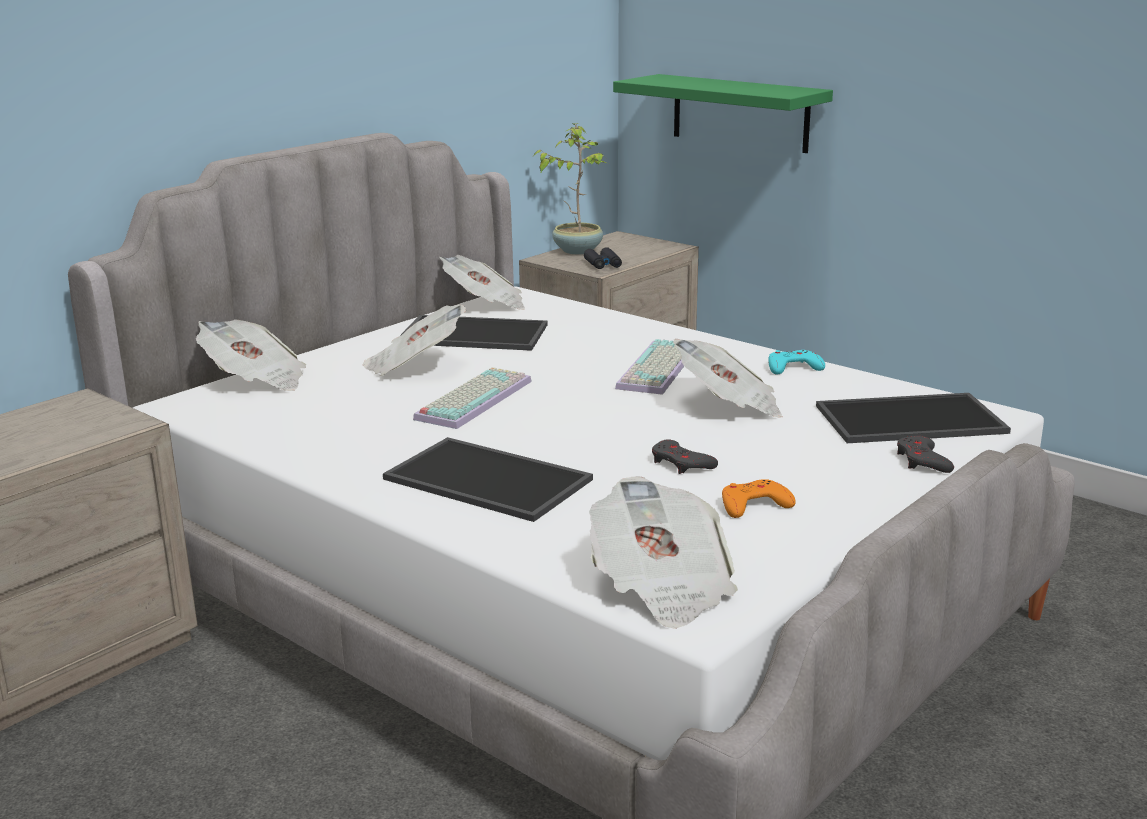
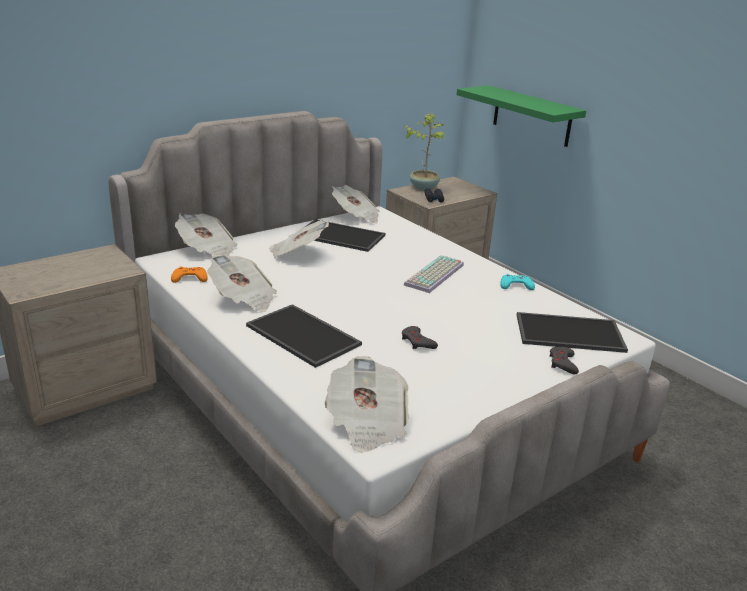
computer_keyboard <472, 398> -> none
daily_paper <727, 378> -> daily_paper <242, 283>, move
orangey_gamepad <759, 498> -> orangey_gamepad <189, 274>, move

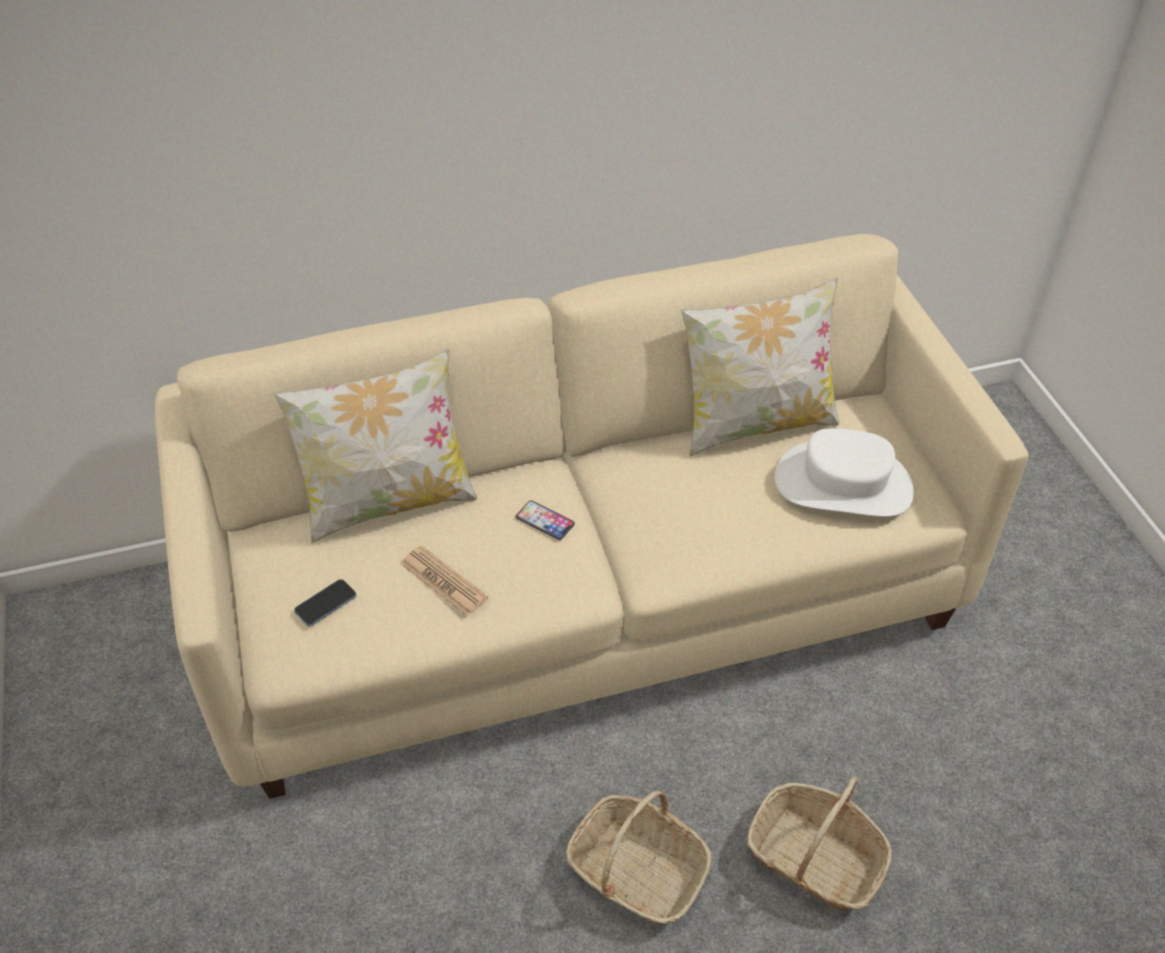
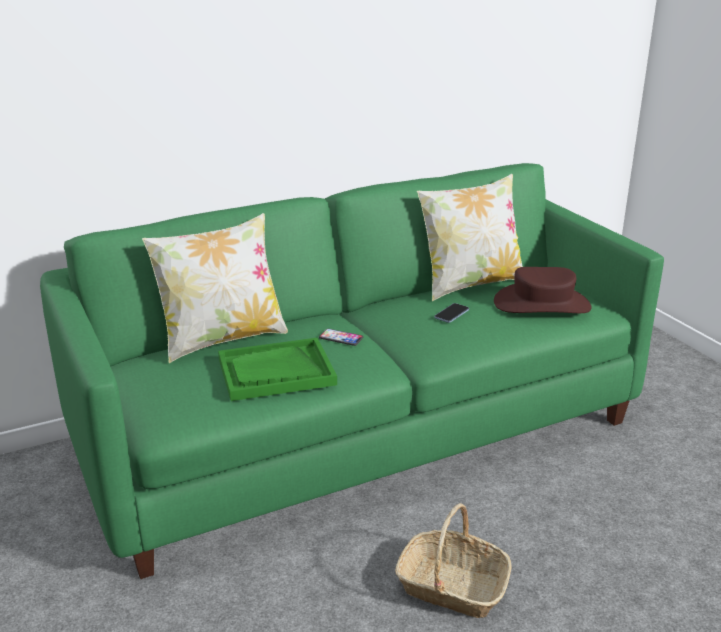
storage_basket <819, 843> -> none
phone <325, 603> -> phone <452, 313>, move
daily_paper <444, 580> -> green_tray <277, 369>
sand-coloured_sofa <592, 516> -> green_sofa <352, 371>
white-coloured_wearable_hat <844, 472> -> brownish_wearable_hat <543, 290>

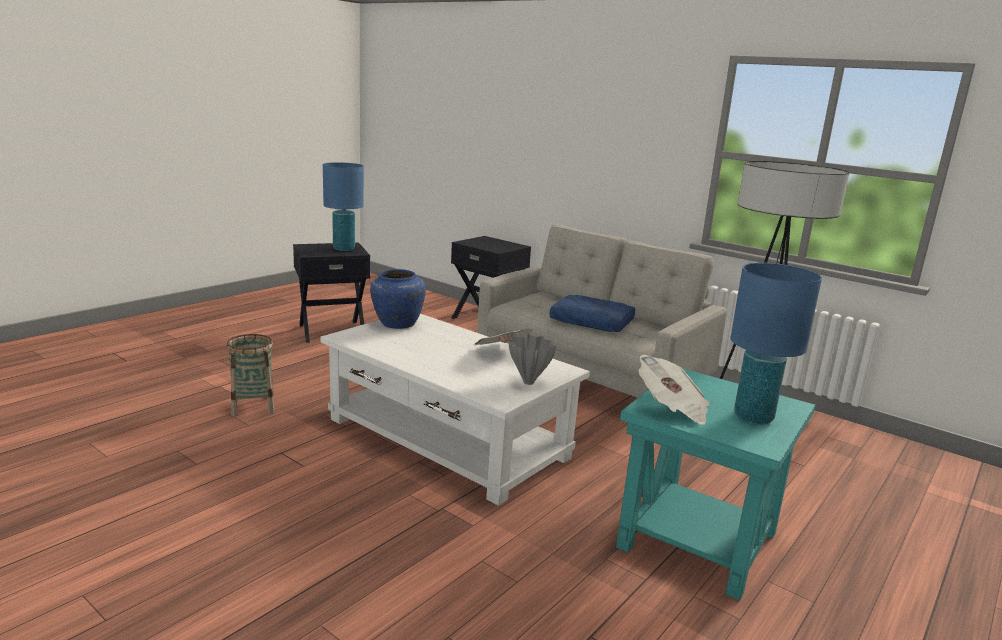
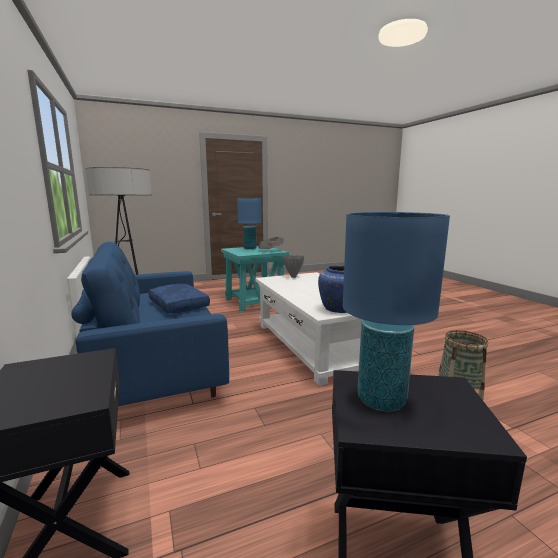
daily_paper <504, 337> -> none
gray_sofa <602, 311> -> blue-coloured_sofa <150, 324>

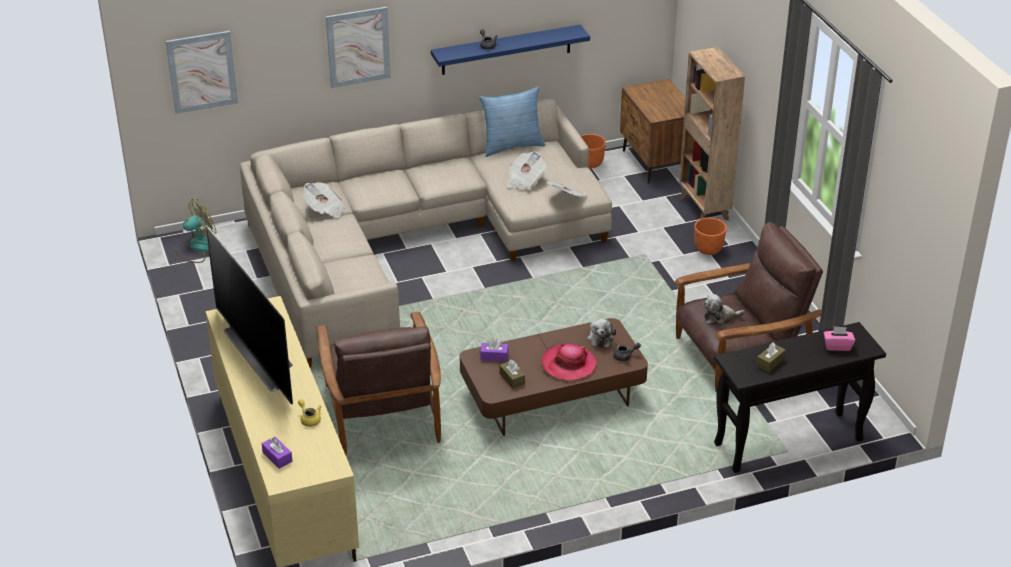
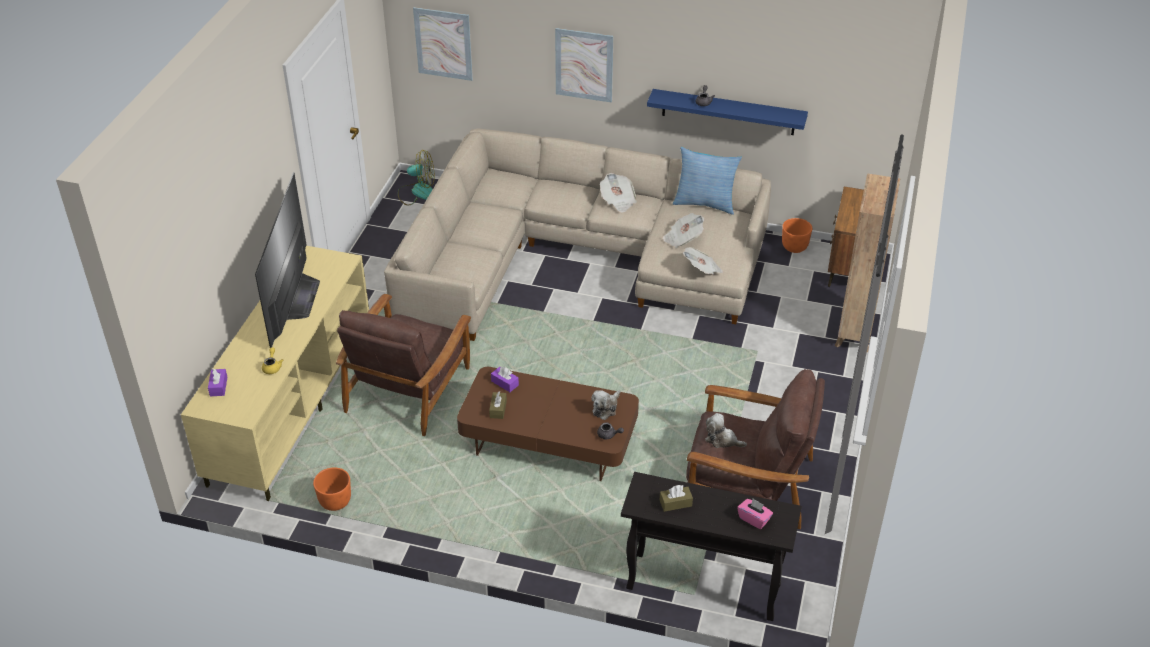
wearable_hat <569, 362> -> none
daily_paper <324, 200> -> daily_paper <618, 193>, move
orangey_flower_pot <710, 236> -> orangey_flower_pot <332, 489>, move

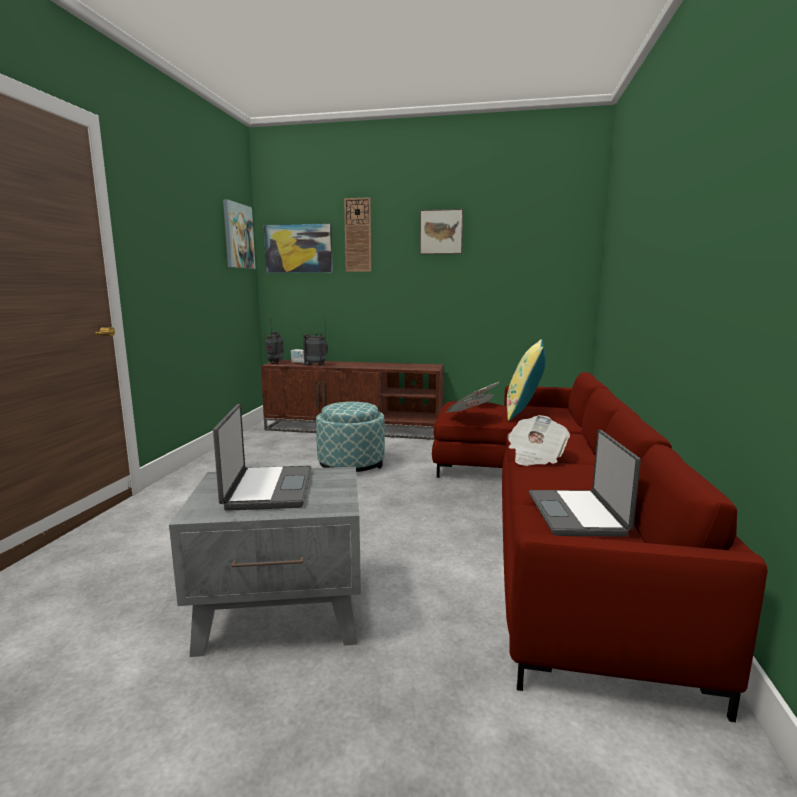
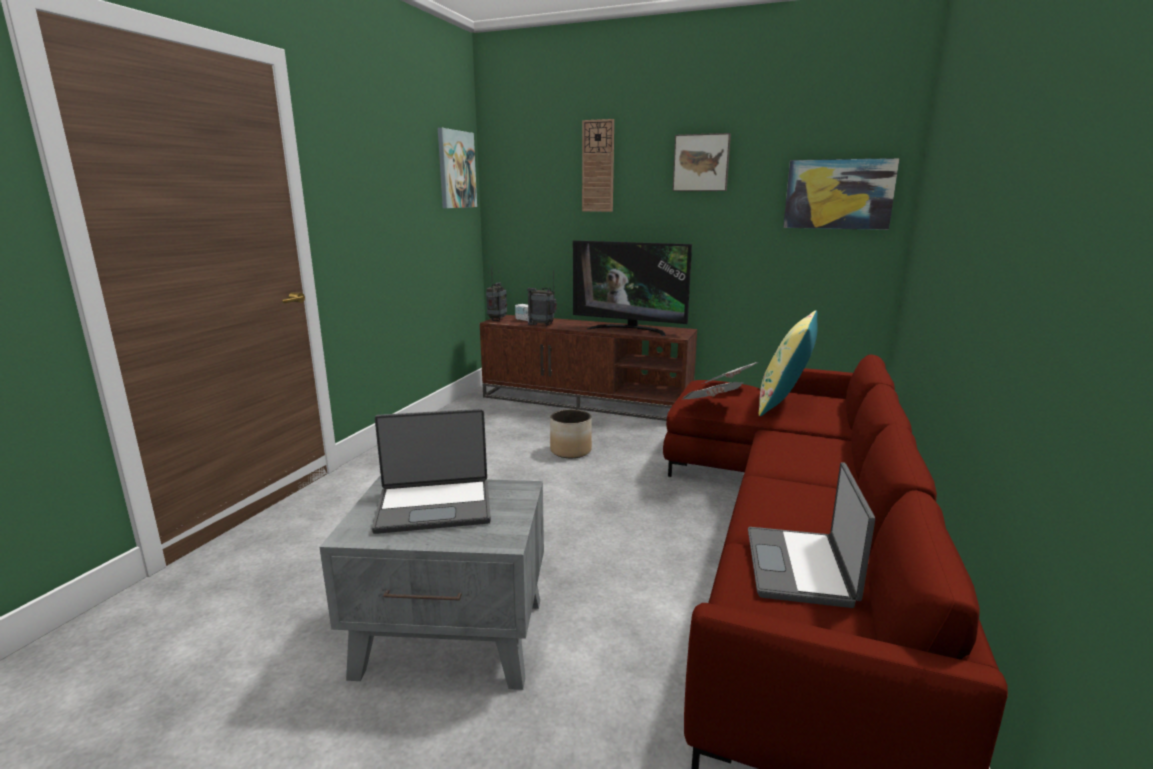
daily_paper <539, 440> -> none
none -> TV <632, 288>
wall_picture <298, 248> -> wall_picture <841, 194>, move
footrest <350, 437> -> flower_pot <571, 433>
portable_computer <262, 457> -> portable_computer <431, 471>, 75 degrees clockwise

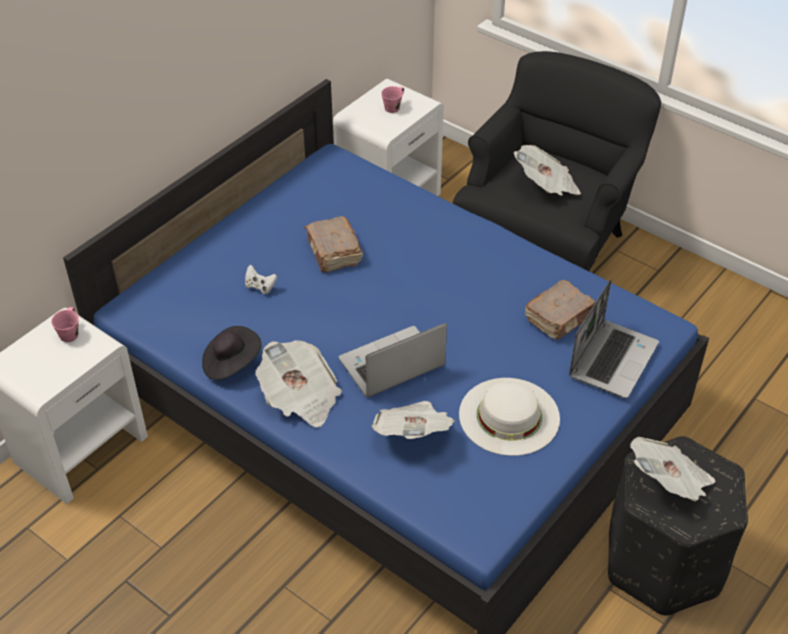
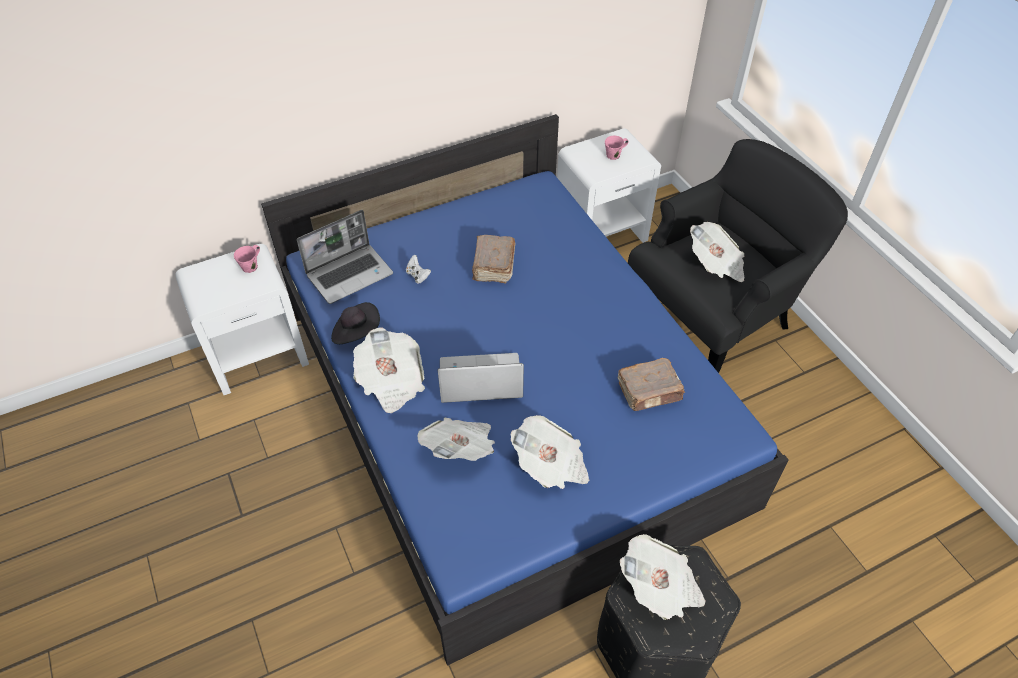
portable_computer <614, 338> -> portable_computer <345, 257>, move
white-coloured_wearable_hat <509, 417> -> daily_paper <550, 452>

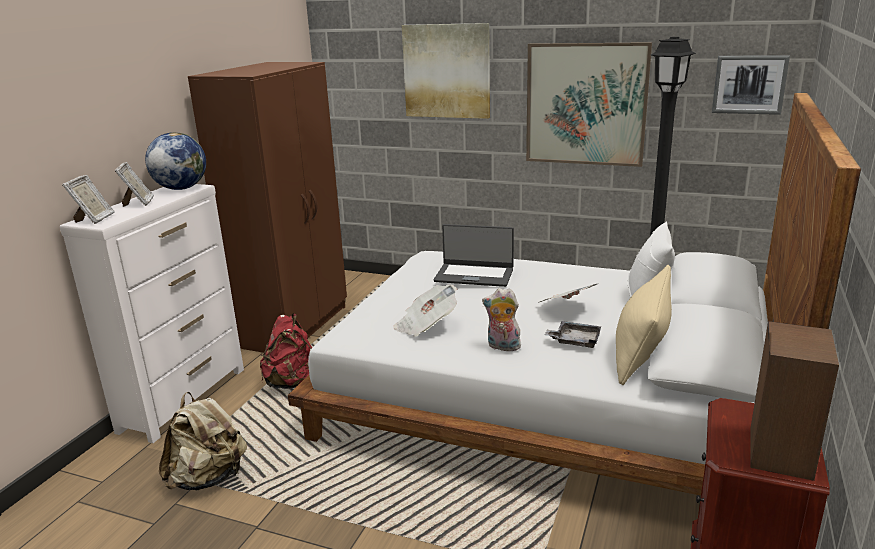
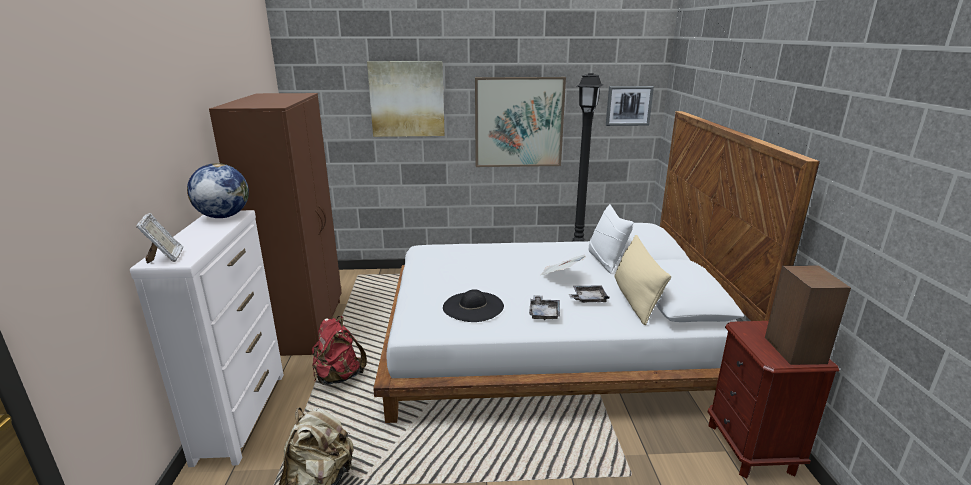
standing_frame <134, 184> -> none
portable_computer <474, 255> -> none
daily_paper <425, 311> -> black_wearable_hat <473, 305>
soft_toy <501, 319> -> gray_tray <544, 307>

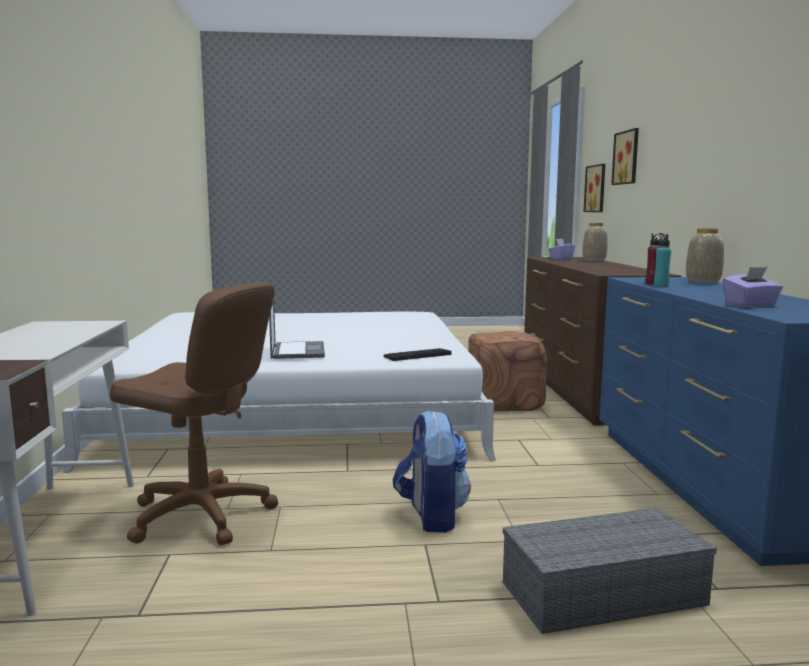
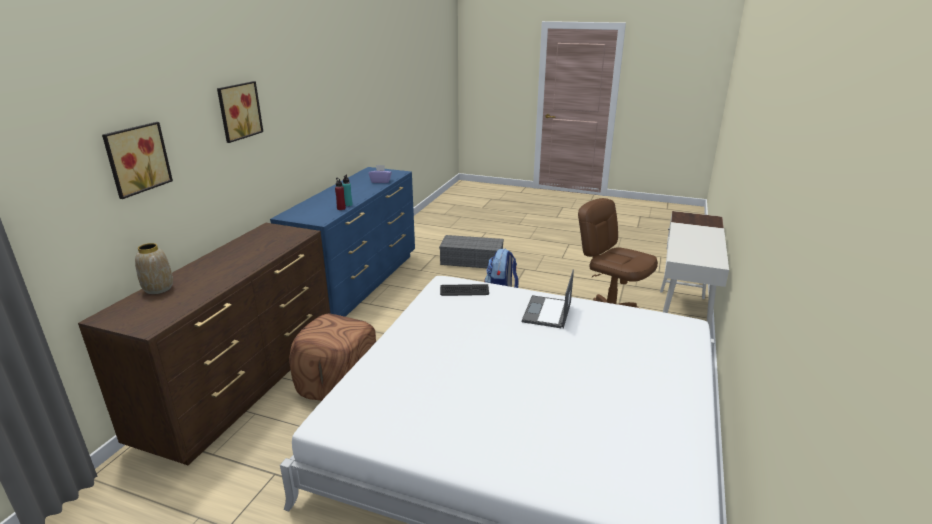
purple-coloured_tissue_box <561, 249> -> none
flower_vase <705, 256> -> none
wall_picture <594, 188> -> wall_picture <240, 112>, move

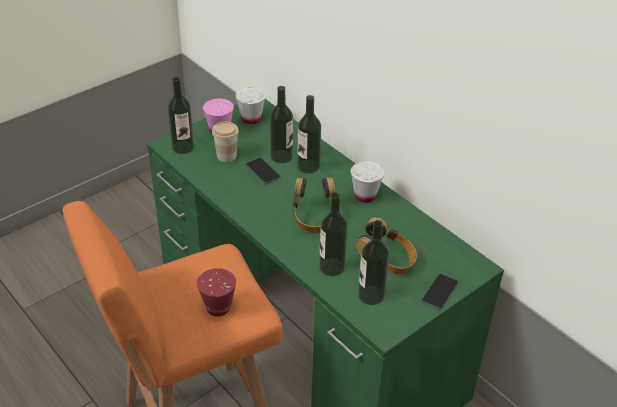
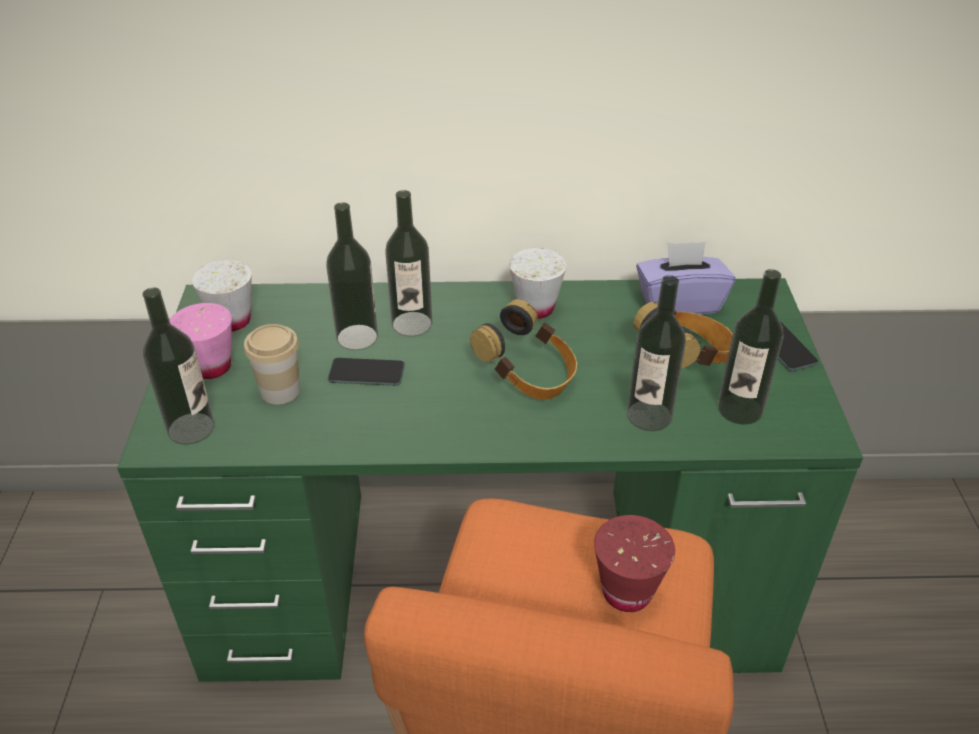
none -> purple-coloured_tissue_box <685, 278>

